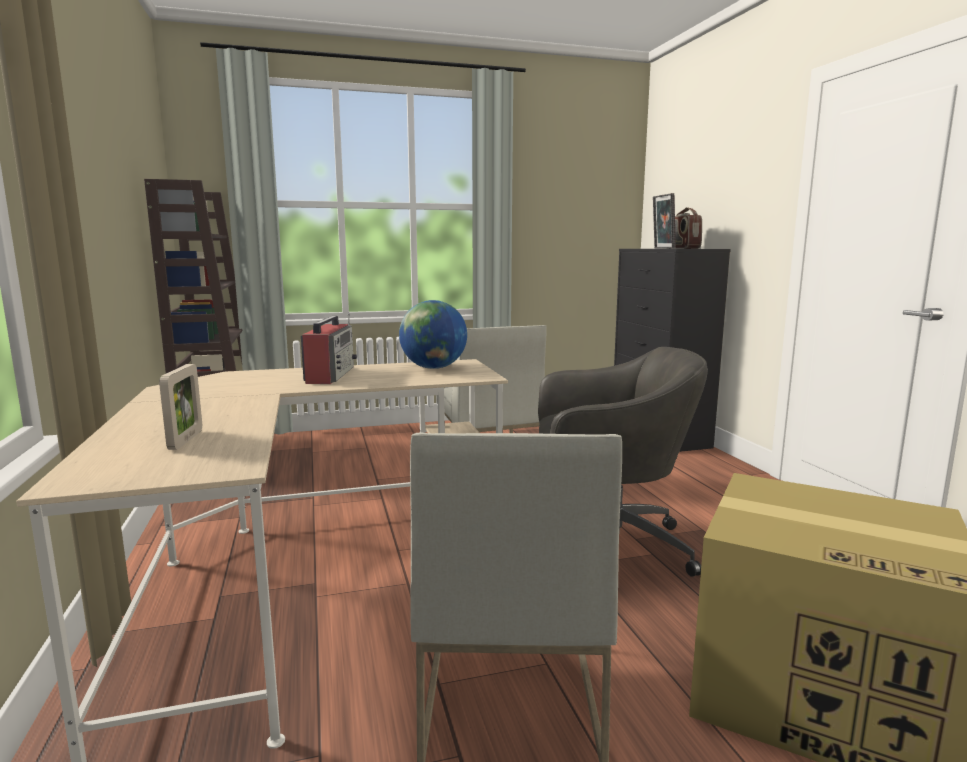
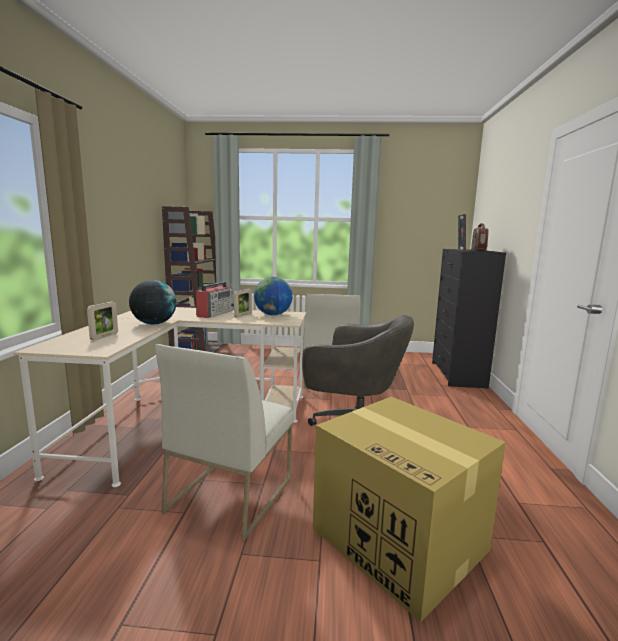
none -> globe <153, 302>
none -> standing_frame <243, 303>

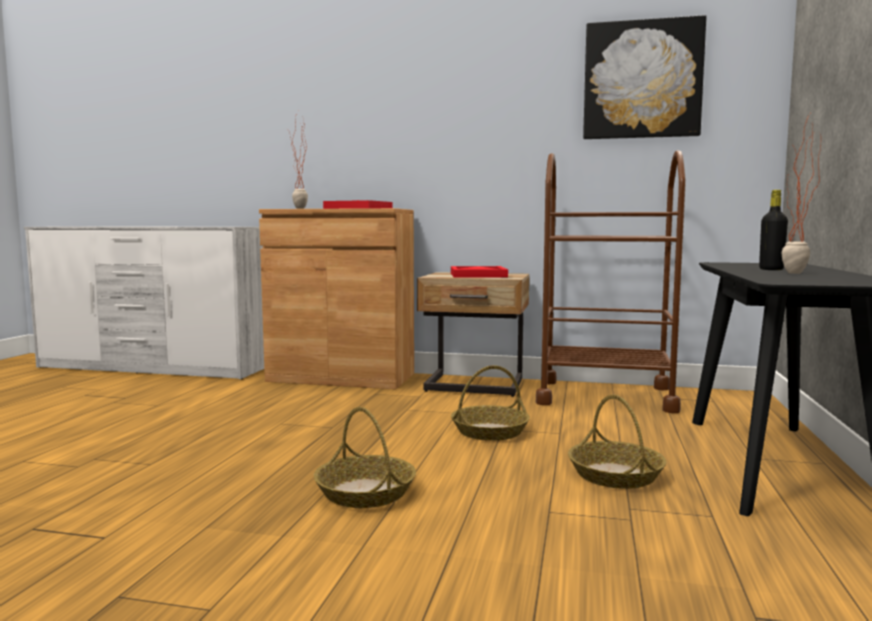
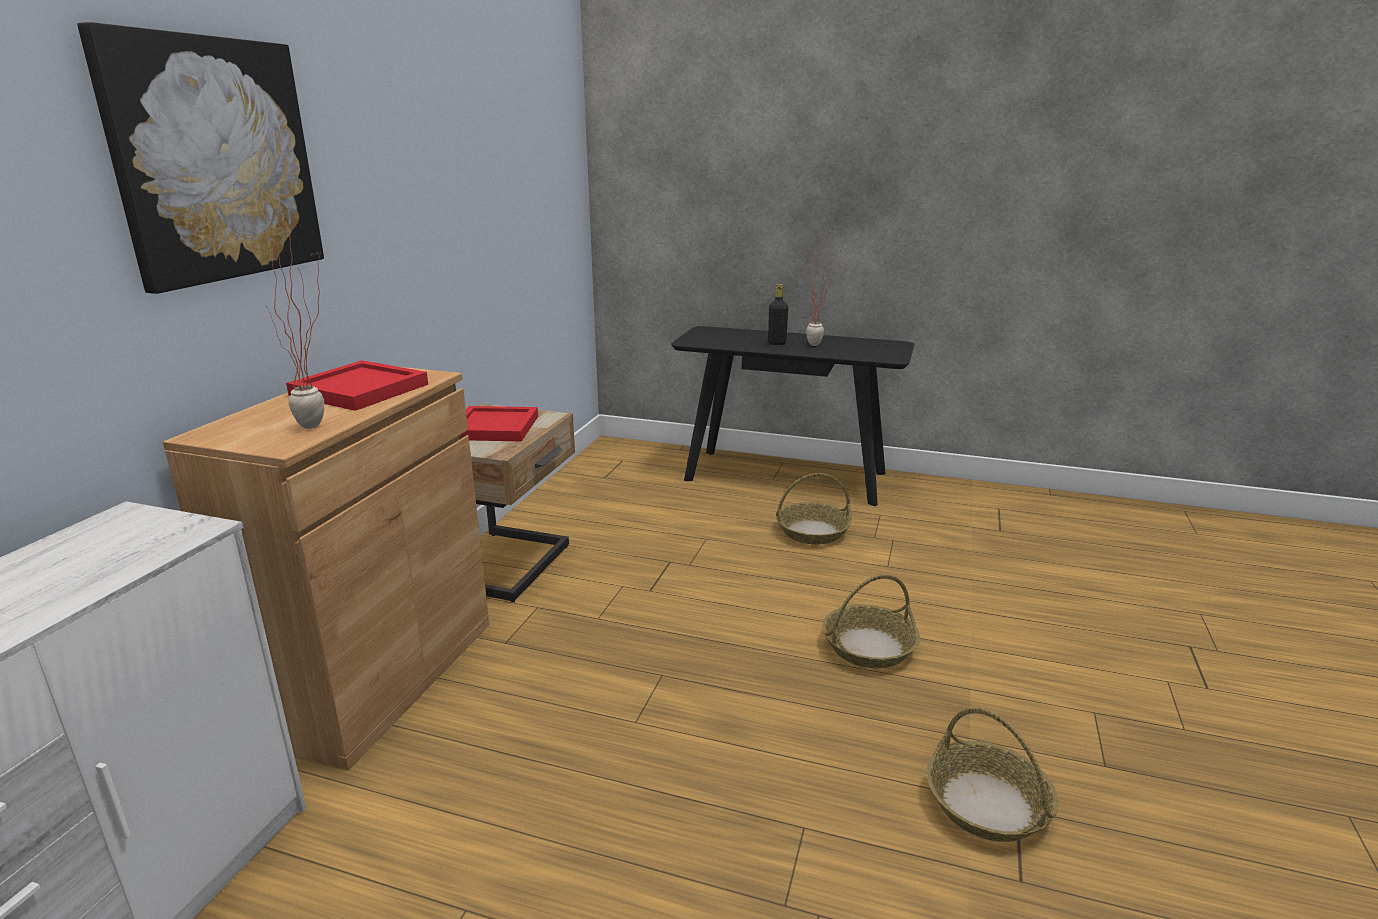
brownish_wheeled_cart <611, 281> -> none
storage_basket <490, 403> -> storage_basket <992, 775>, move
wall_picture <644, 77> -> wall_picture <200, 158>, move

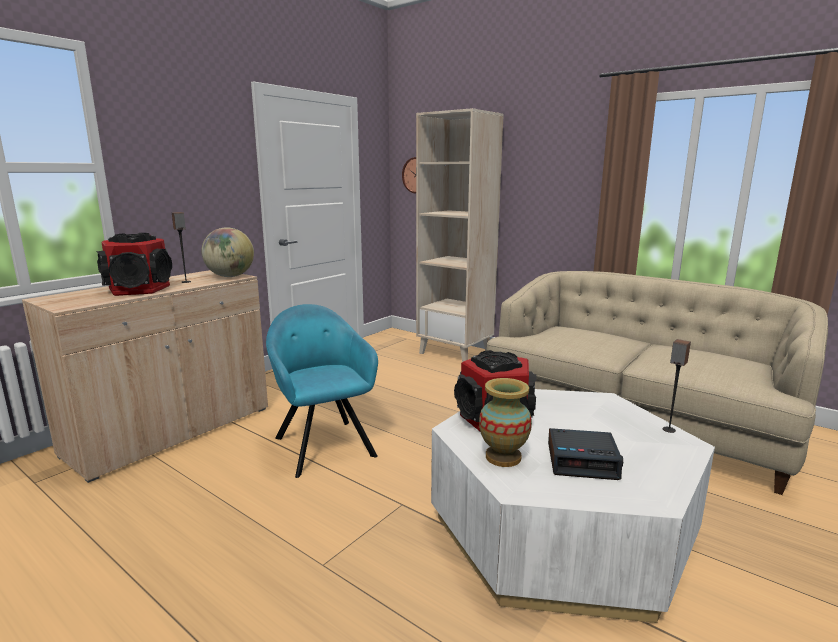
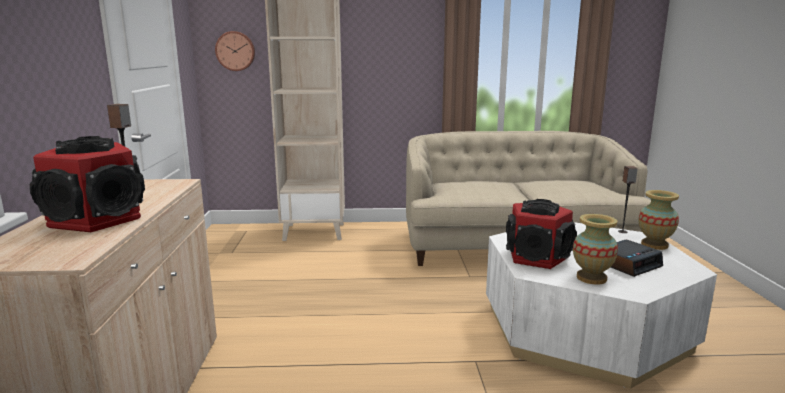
globe <228, 252> -> none
turquoise_easy_chair <322, 391> -> none
none -> flower_vase <659, 220>

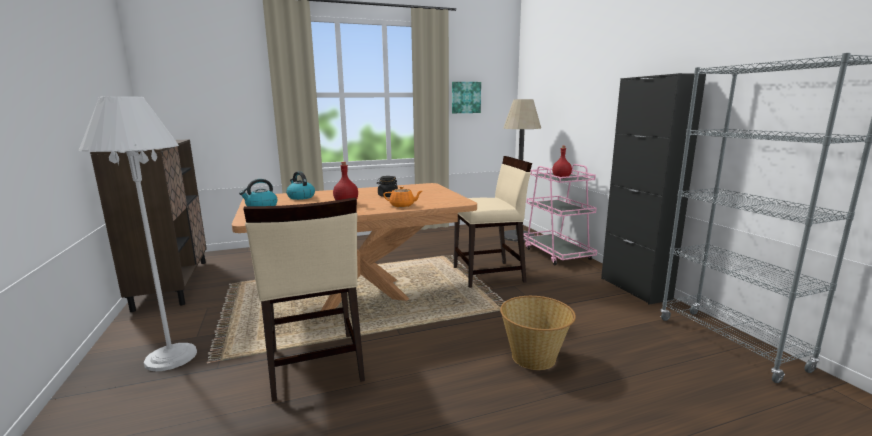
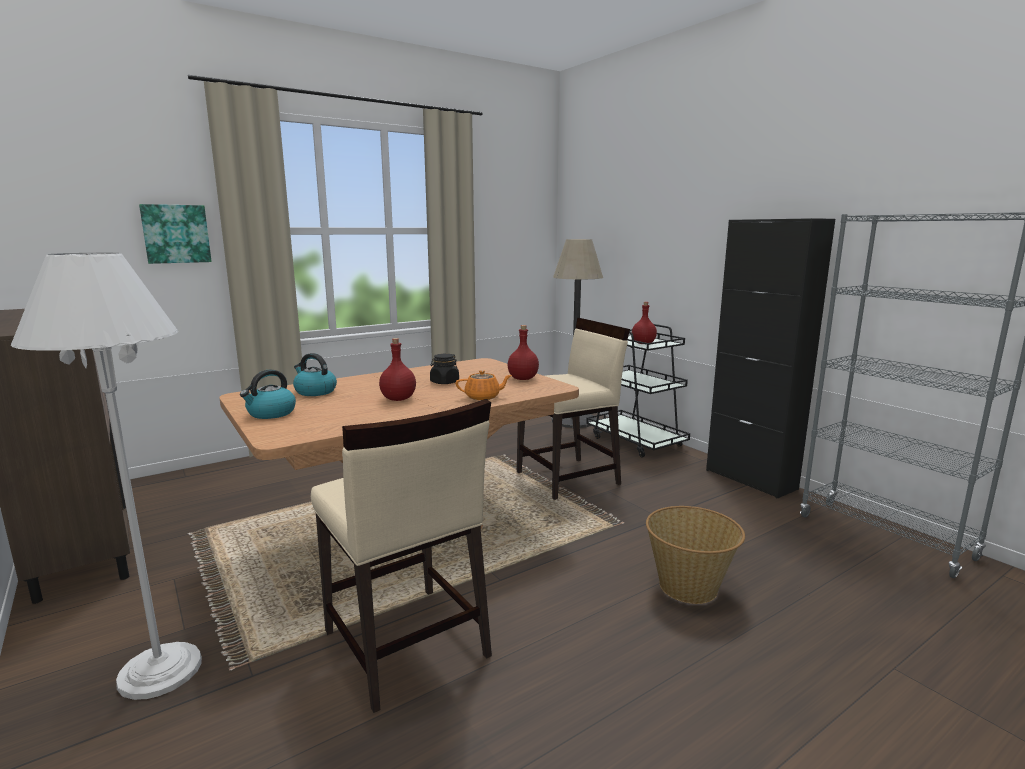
none -> reddish_drink_bottle <523, 352>
wall_picture <466, 97> -> wall_picture <175, 234>, move
pink-coloured_wheeled_cart <560, 215> -> black_wheeled_cart <638, 391>

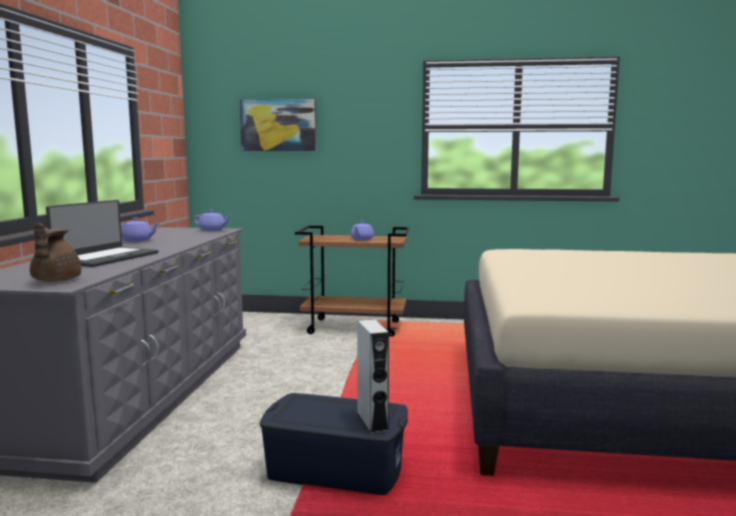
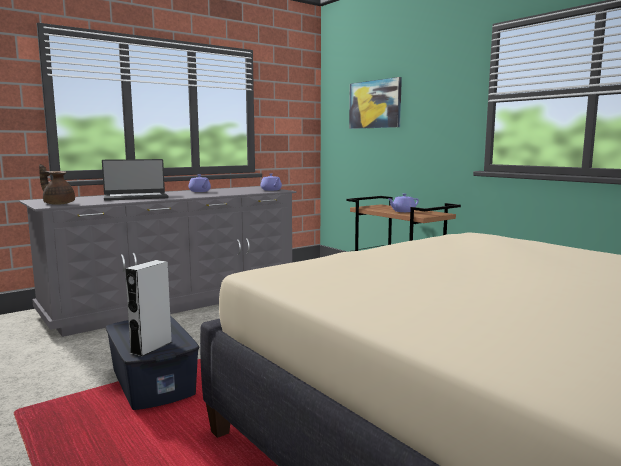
brownish_pot_for_tea <55, 252> -> brownish_pot_for_tea <57, 184>, 75 degrees clockwise

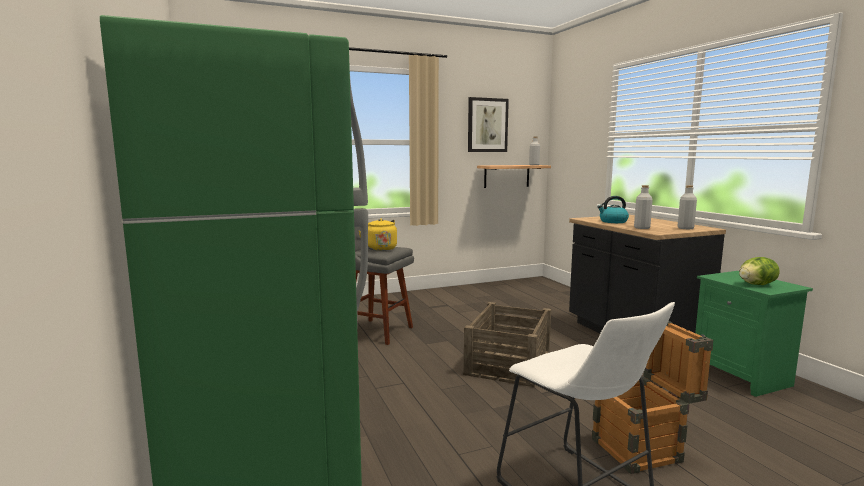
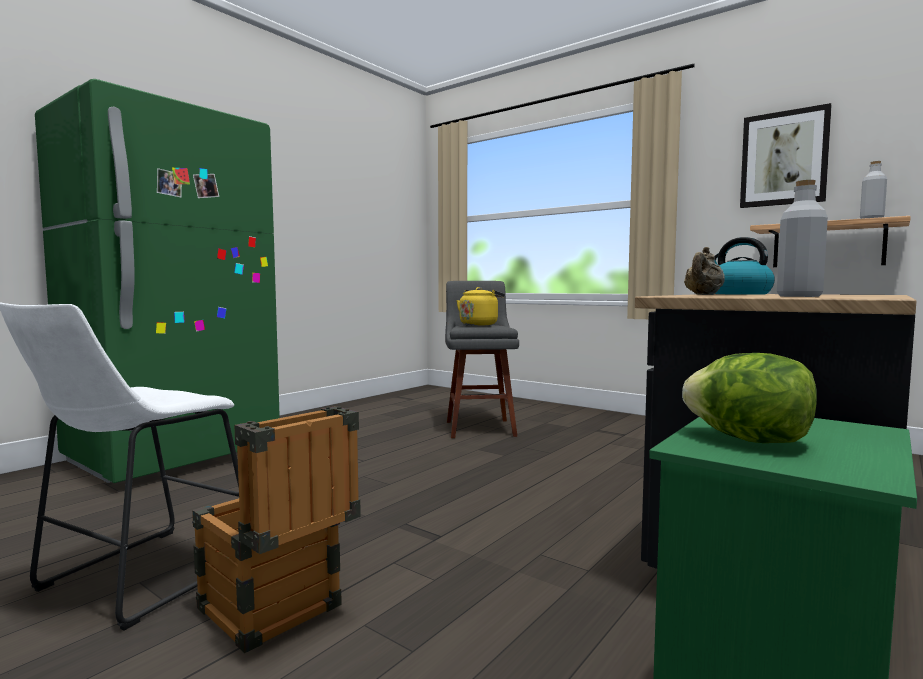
crate <507, 344> -> none
gray_drink_bottle <643, 207> -> sand-coloured_pot_for_tea <704, 271>

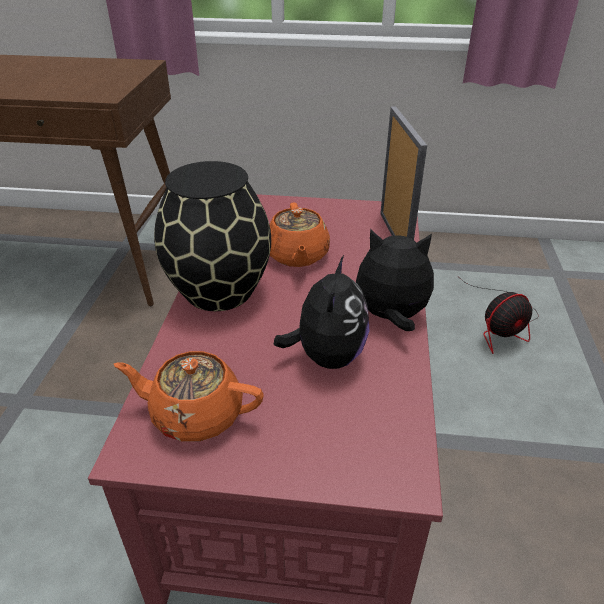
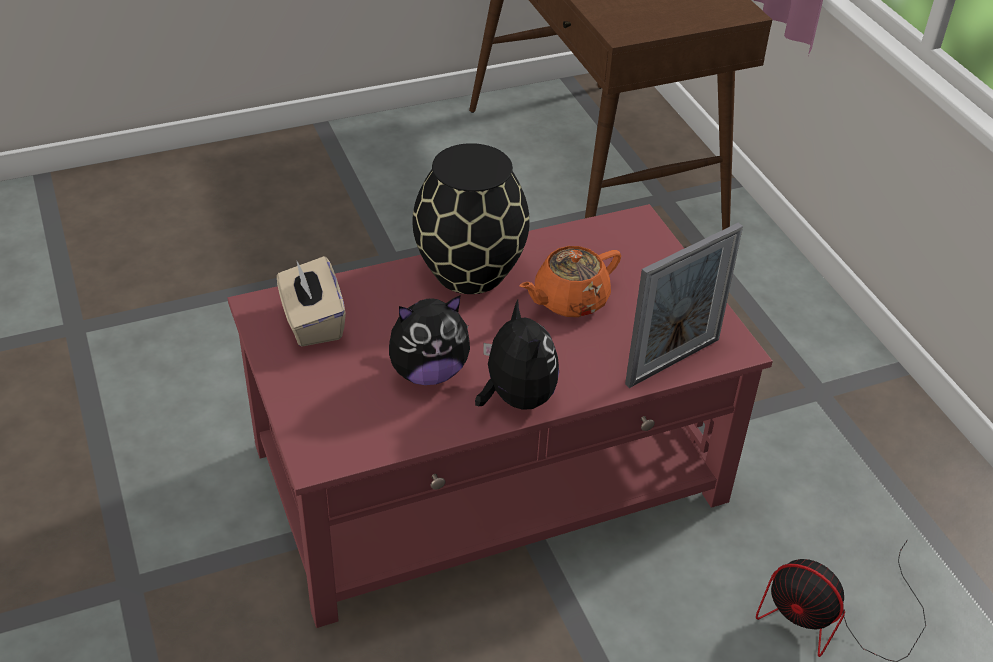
orangey_pot_for_tea <189, 396> -> sand-coloured_tissue_box <311, 301>

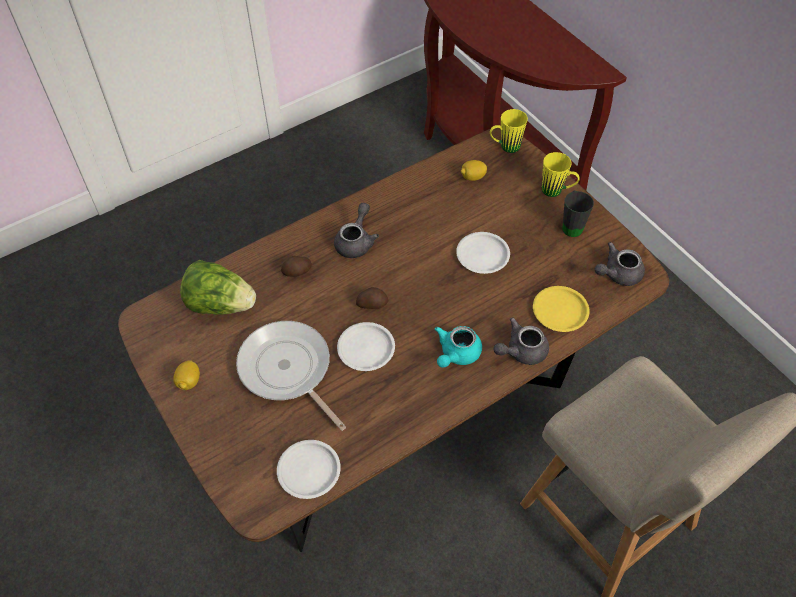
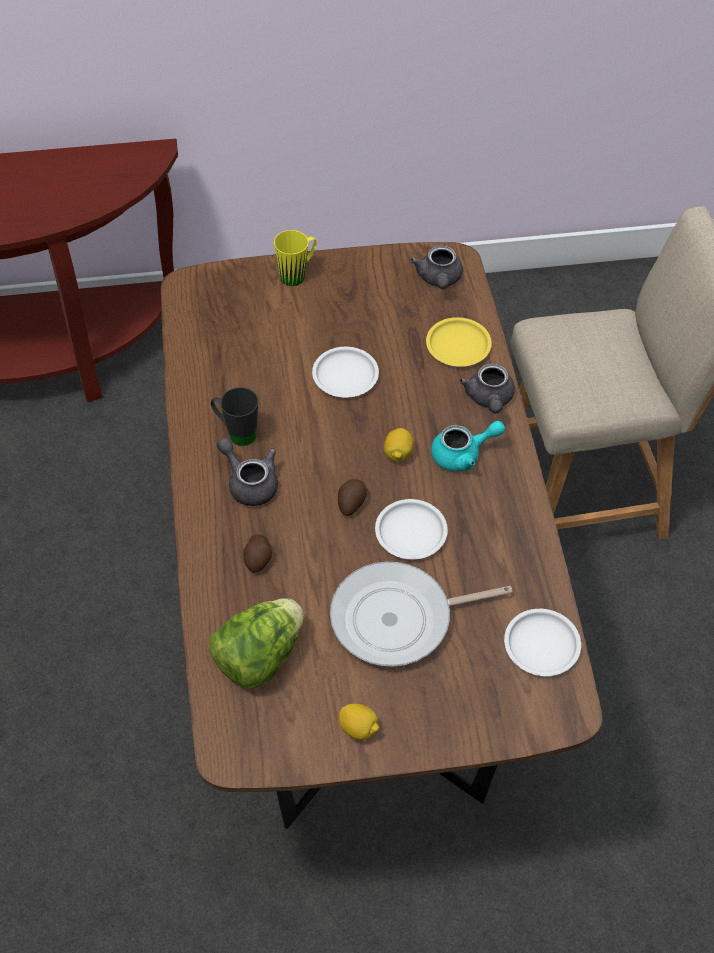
yellowish_coffee_mug <509, 131> -> none
whole_lemon <474, 170> -> whole_lemon <398, 445>, move
black_coffee_mug <578, 214> -> black_coffee_mug <234, 416>, move
turquoise_pot_for_tea <458, 347> -> turquoise_pot_for_tea <468, 446>, 75 degrees counterclockwise

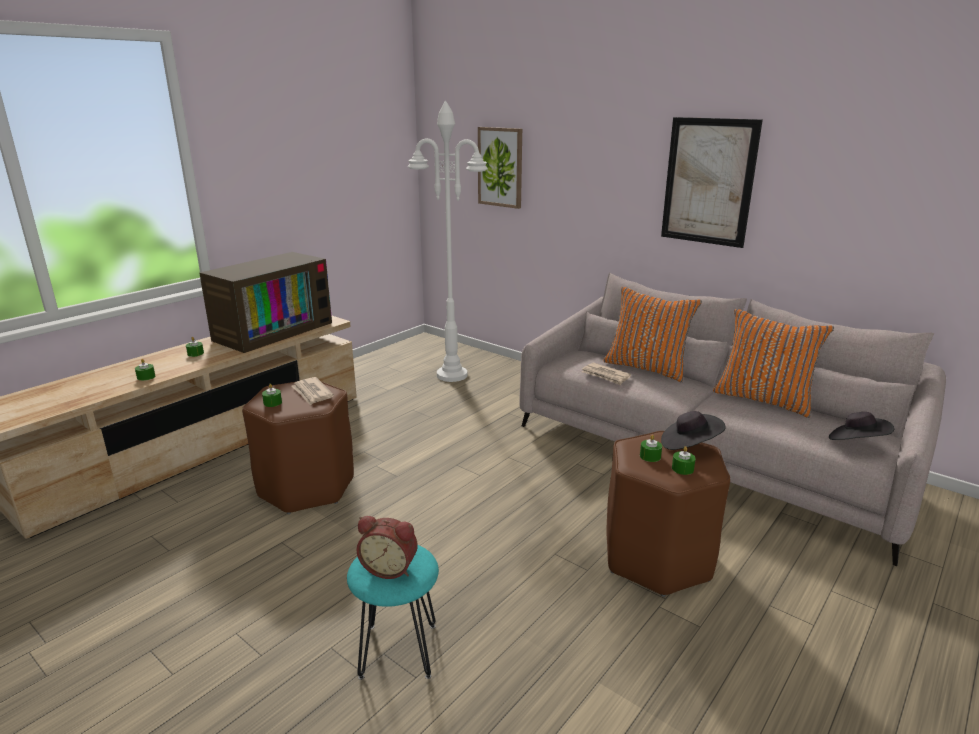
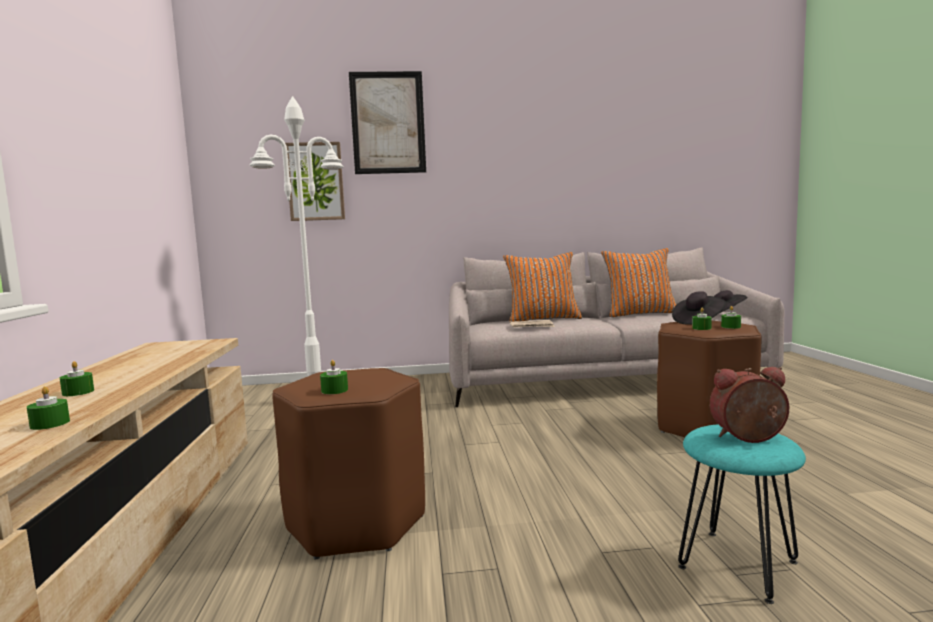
TV <265, 302> -> none
daily_paper <313, 391> -> none
wall_picture <712, 182> -> wall_picture <387, 122>, move
table_clock <387, 547> -> table_clock <749, 405>, 150 degrees counterclockwise

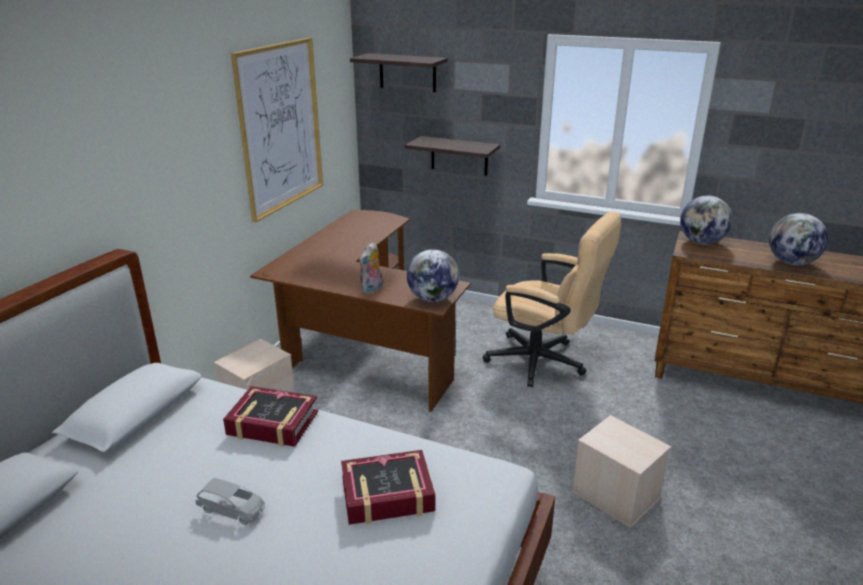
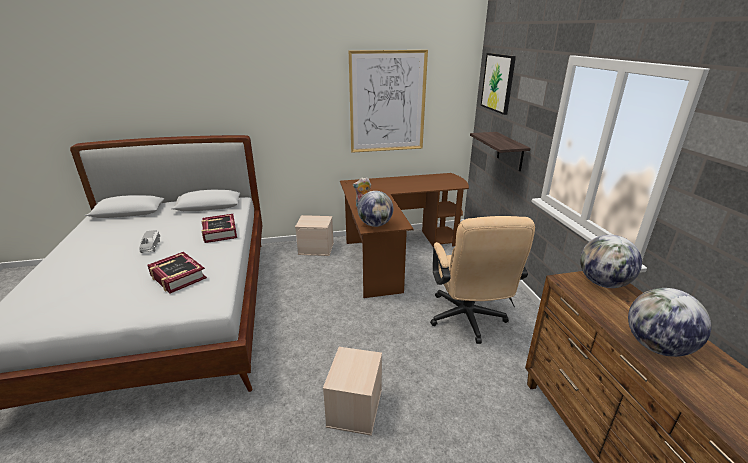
wall_shelf <399, 72> -> wall_picture <498, 84>

